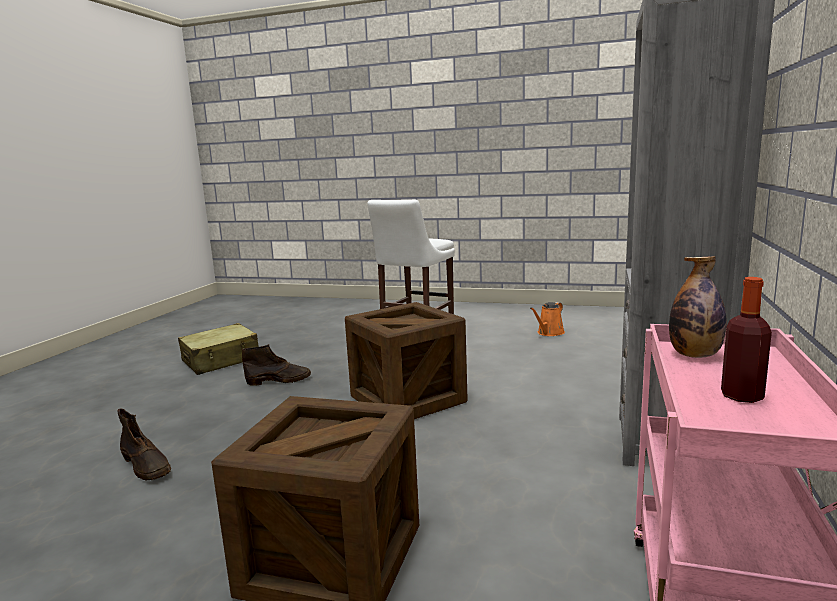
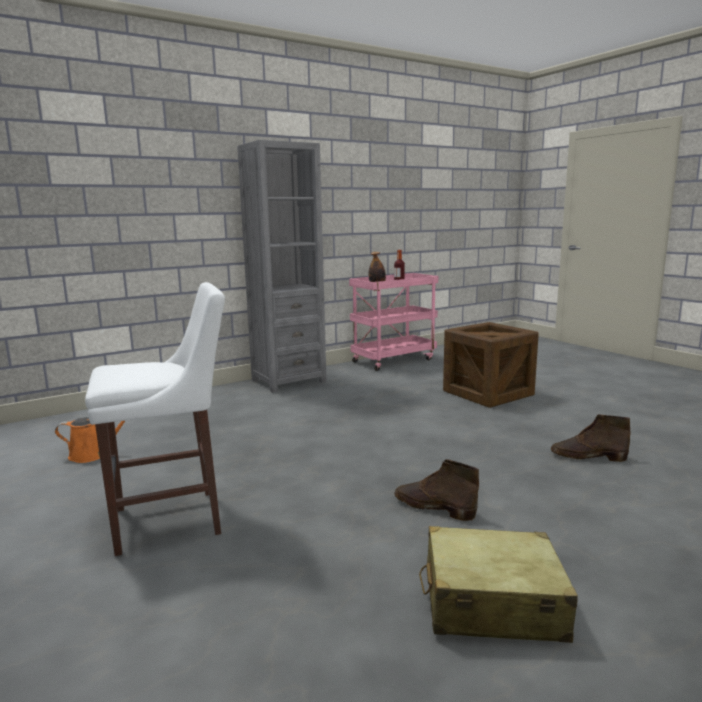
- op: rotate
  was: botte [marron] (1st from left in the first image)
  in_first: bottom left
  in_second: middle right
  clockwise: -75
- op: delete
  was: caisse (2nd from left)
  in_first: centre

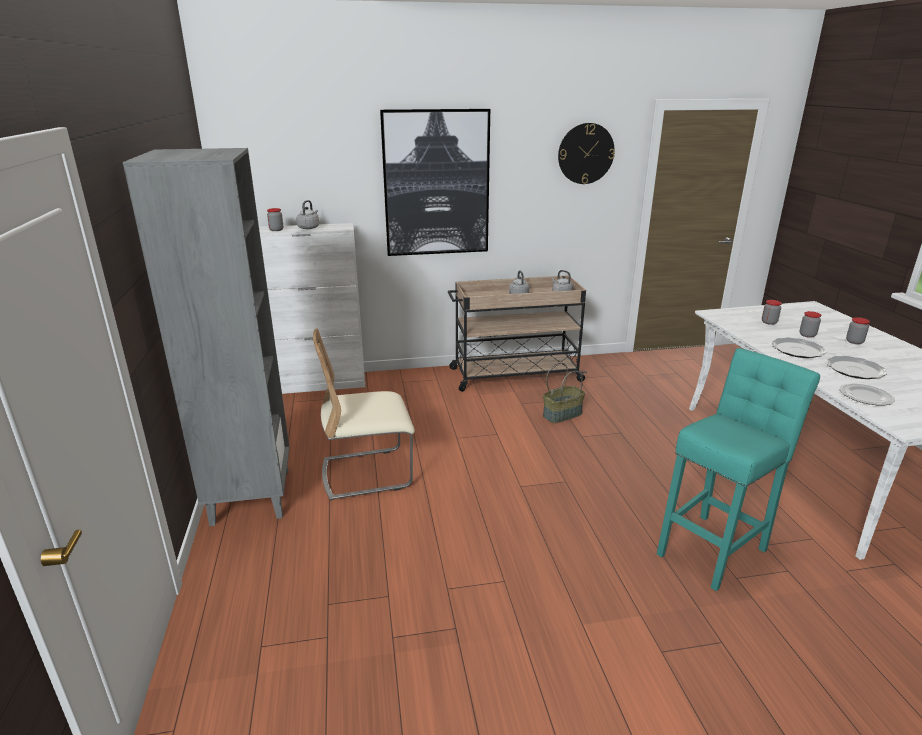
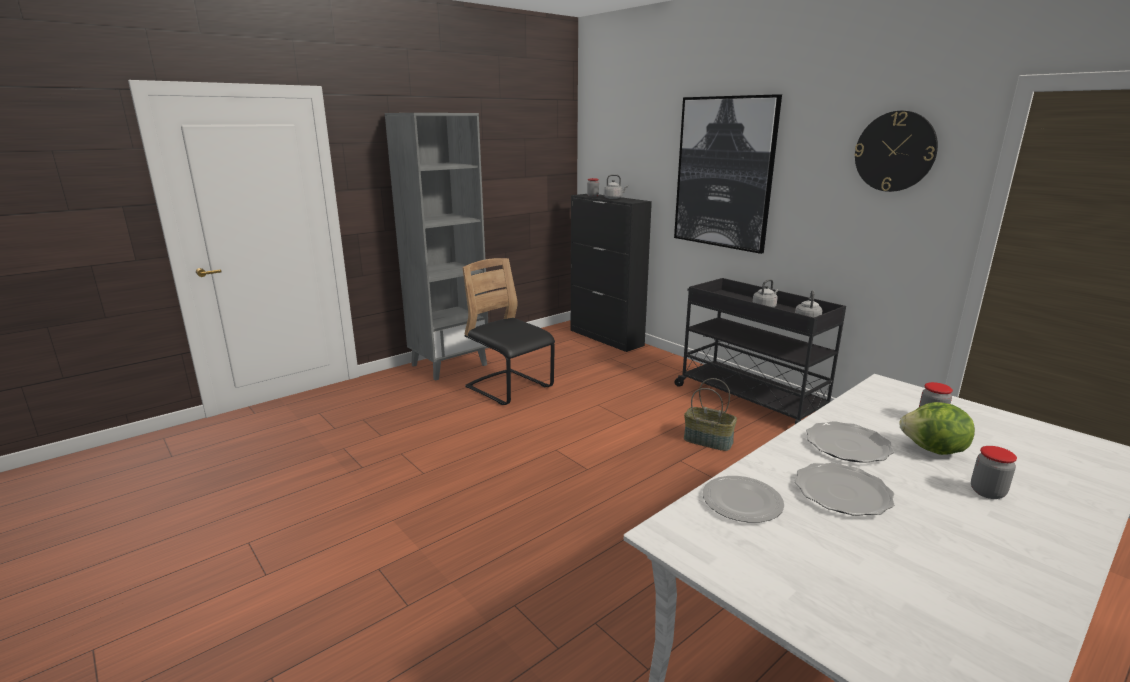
- op: recolor
  was: meuble de rangement [blanc]
  now: meuble de rangement [noir]
  in_first: centre
  in_second: centre
- op: recolor
  was: chaise [beige]
  now: chaise [noir]
  in_first: centre
  in_second: centre
- op: recolor
  was: chariot [beige]
  now: chariot [noir]
  in_first: centre
  in_second: middle right
- op: delete
  was: tabouret [turquoise]
  in_first: middle right
- op: replace
  was: bocal (3rd from left)
  now: laitue
  in_first: middle right
  in_second: middle right

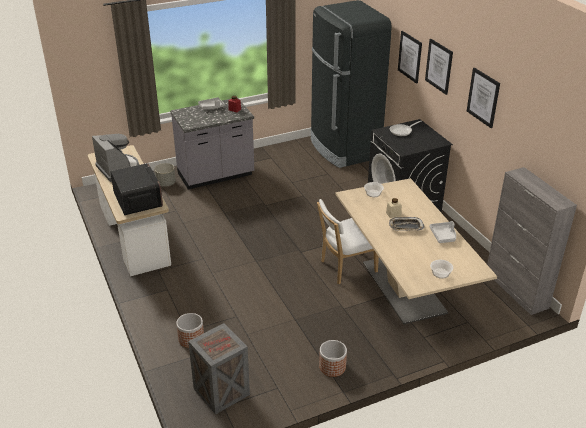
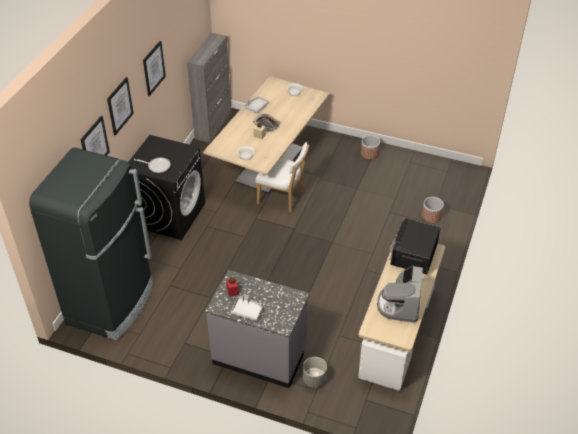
- op: delete
  was: caisse
  in_first: bottom centre

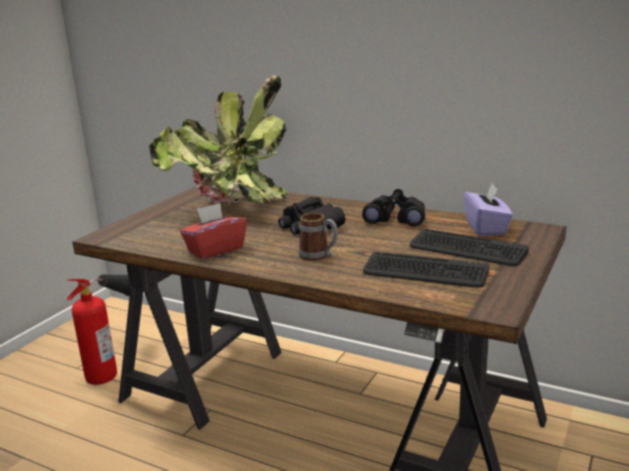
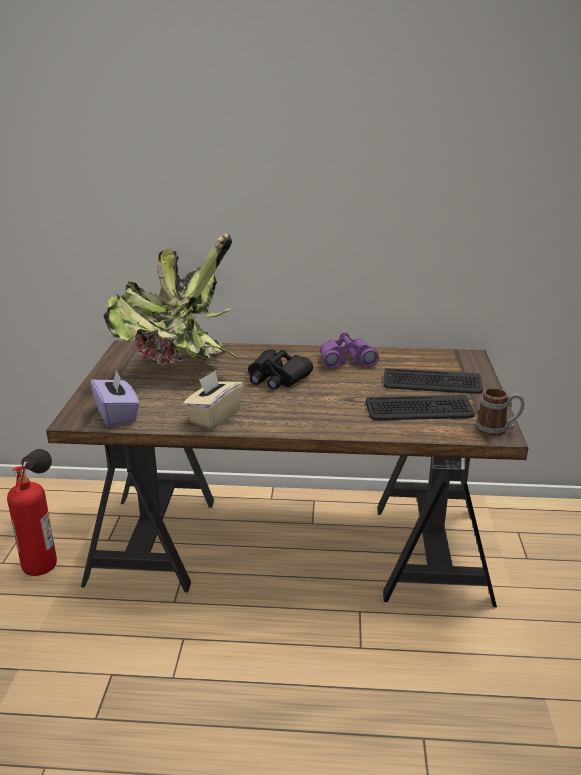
- op: recolor
  was: boîte à mouchoirs [rouge]
  now: boîte à mouchoirs [beige]
  in_first: centre
  in_second: centre
- op: move
  was: mug
  in_first: centre
  in_second: middle right
- op: recolor
  was: jumelles [noir] (2nd from left)
  now: jumelles [violet]
  in_first: centre
  in_second: centre
- op: move
  was: boîte à mouchoirs [violet]
  in_first: middle right
  in_second: middle left

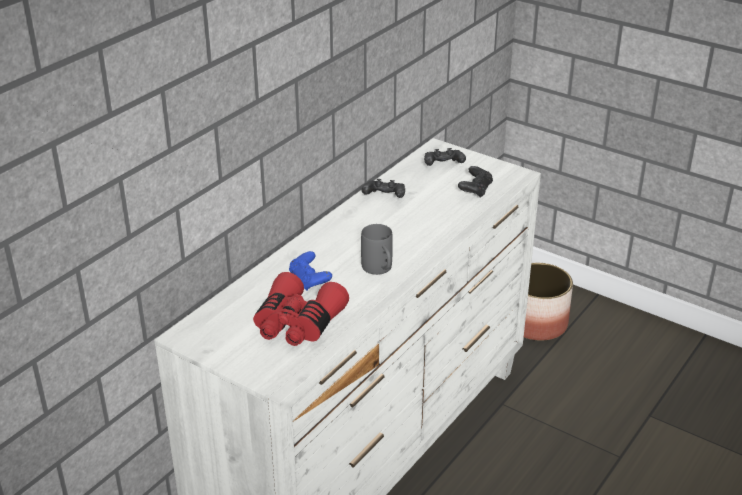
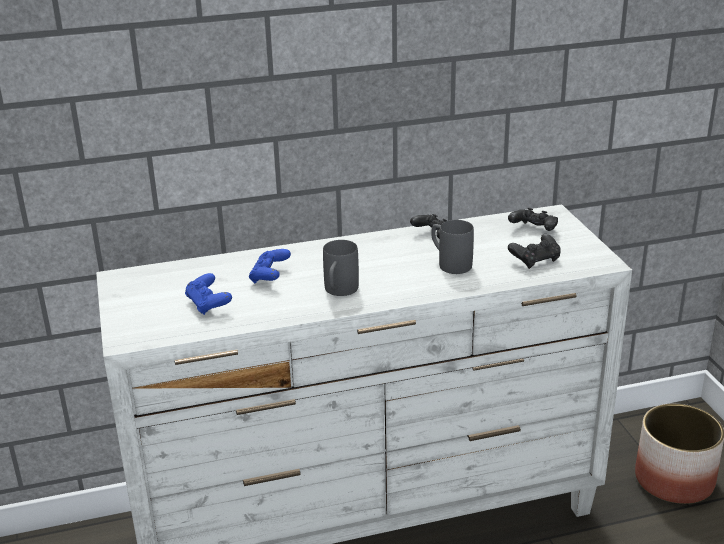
- op: replace
  was: jumelles [rouge]
  now: manette [bleu] (1st from left)
  in_first: centre
  in_second: middle left
- op: insert
  now: mug [gris] (2nd from left)
  in_second: centre

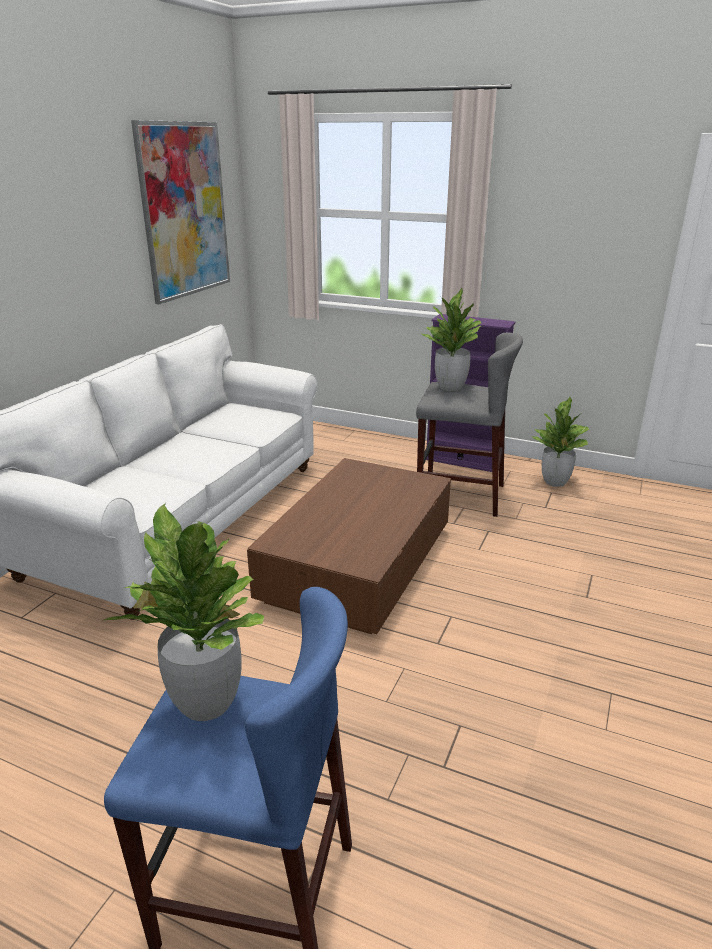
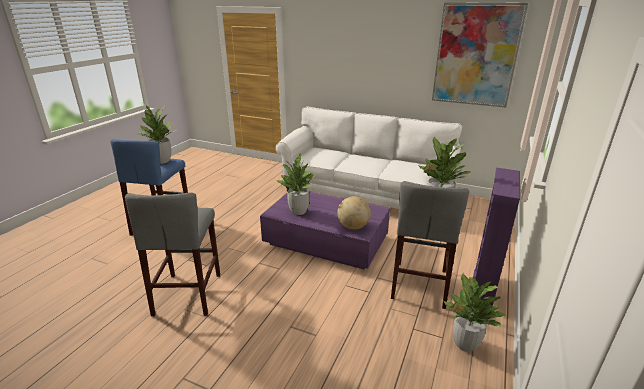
- op: recolor
  was: table basse [marron]
  now: table basse [violet]
  in_first: centre
  in_second: centre
- op: insert
  now: tabouret [gris] (1st from left)
  in_second: middle left
- op: insert
  now: plante en pot (2nd from left)
  in_second: centre
- op: insert
  now: globe
  in_second: centre

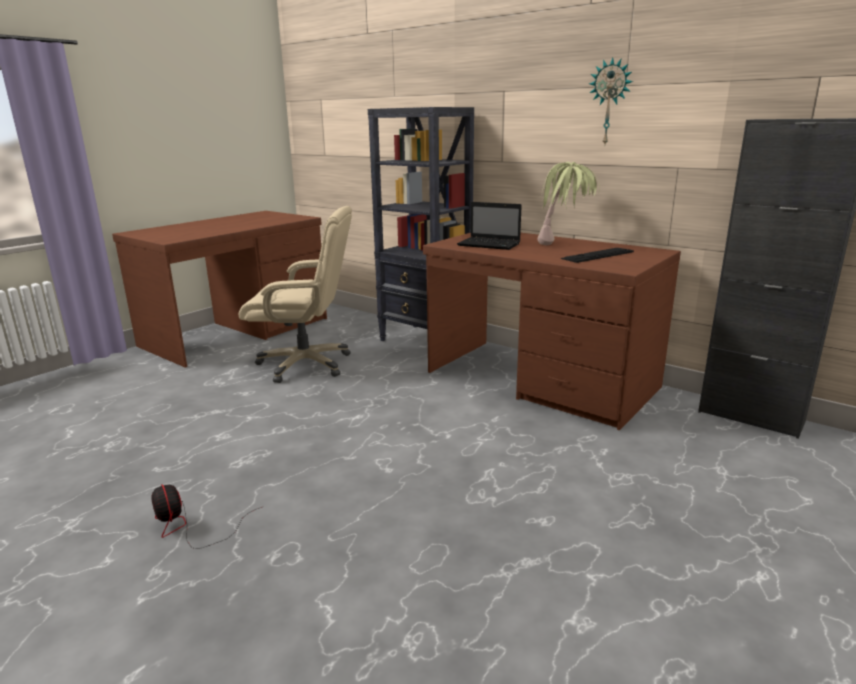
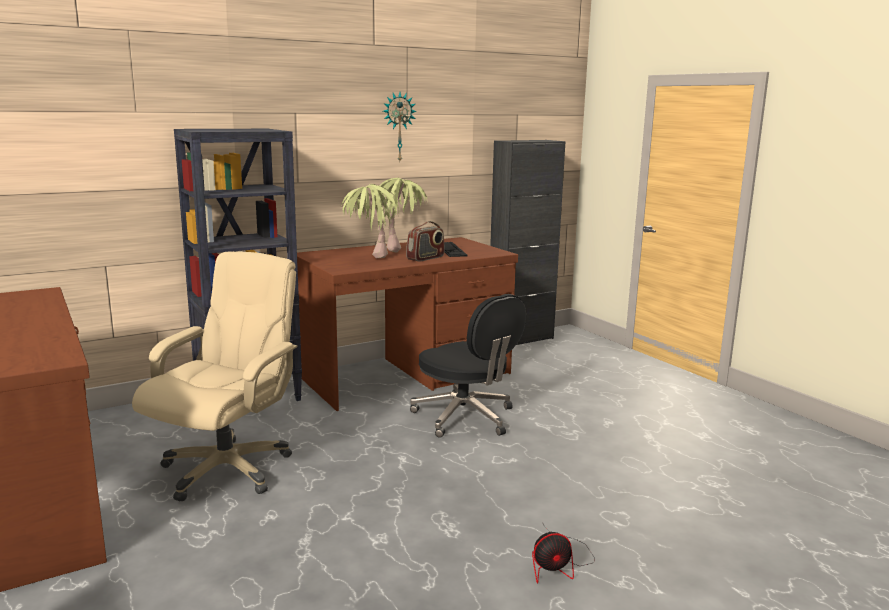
- op: replace
  was: ordinateur portable
  now: plante en pot (1st from left)
  in_first: top centre
  in_second: centre
- op: insert
  now: radio
  in_second: centre
- op: insert
  now: chaise de bureau [noir]
  in_second: centre

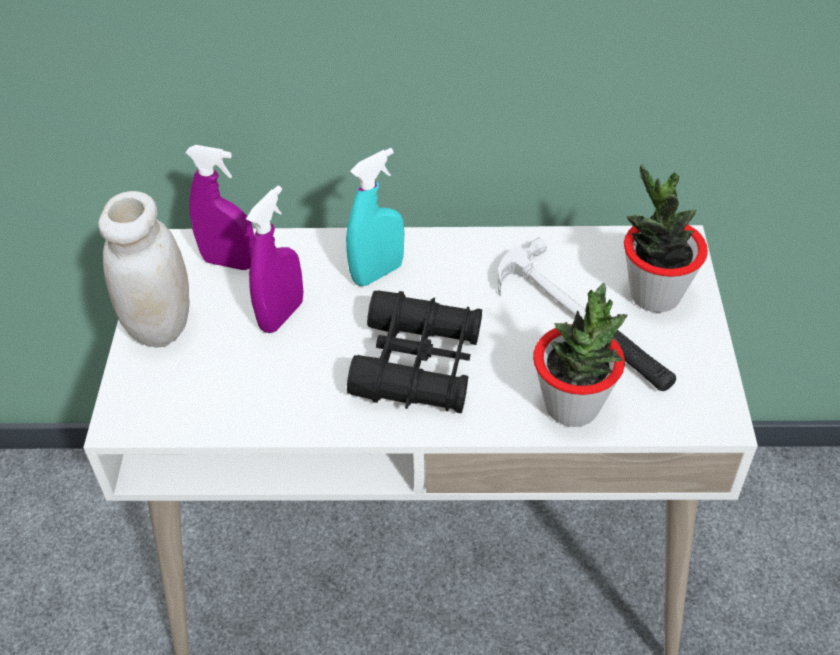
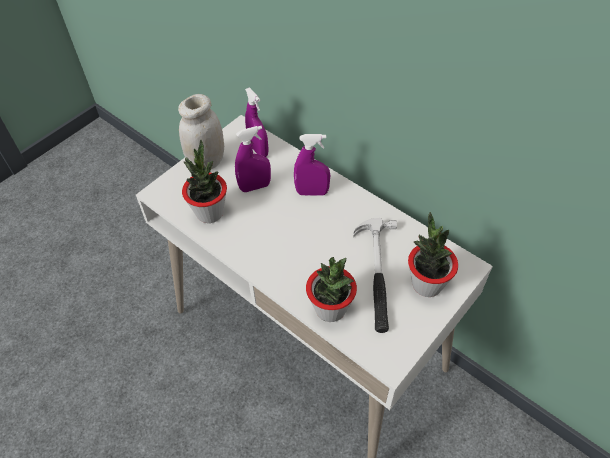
- op: recolor
  was: vaporisateur [turquoise]
  now: vaporisateur [violet] (3rd from left)
  in_first: top centre
  in_second: centre
- op: delete
  was: jumelles [noir]
  in_first: centre
- op: insert
  now: plante en pot (1st from left)
  in_second: centre

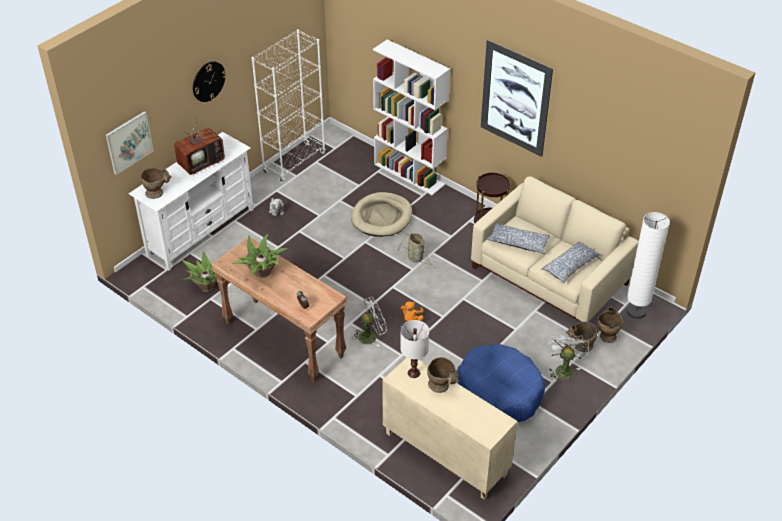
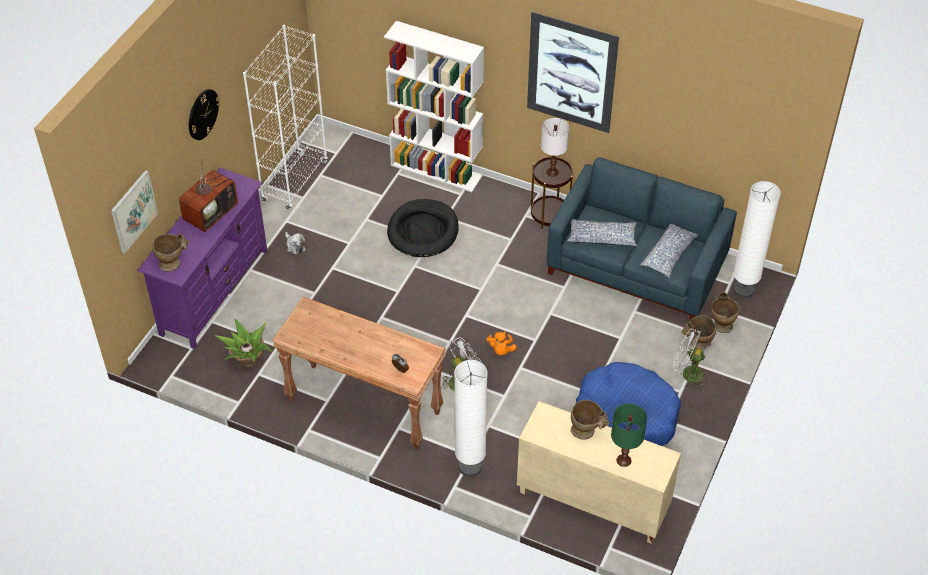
- op: recolor
  was: meuble télé [blanc]
  now: meuble télé [violet]
  in_first: middle left
  in_second: middle left
- op: delete
  was: plante en pot (2nd from left)
  in_first: middle left
- op: recolor
  was: panier pour chien [beige]
  now: panier pour chien [noir]
  in_first: centre
  in_second: centre
- op: delete
  was: panier
  in_first: centre
- op: move
  was: lampe de table [blanc]
  in_first: bottom centre
  in_second: top centre
- op: recolor
  was: canapé [beige]
  now: canapé [bleu]
  in_first: middle right
  in_second: middle right
- op: rotate
  was: ventilateur [blanc] (2nd from left)
  in_first: bottom right
  in_second: middle right
  clockwise: -60
- op: insert
  now: lampadaire [blanc] (1st from left)
  in_second: bottom centre
- op: insert
  now: lampe de table [vert]
  in_second: bottom right

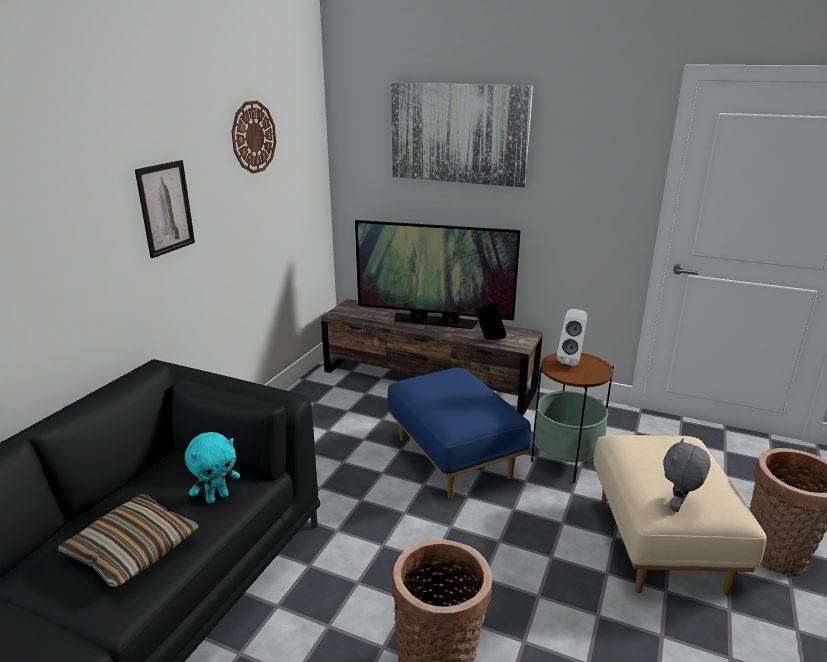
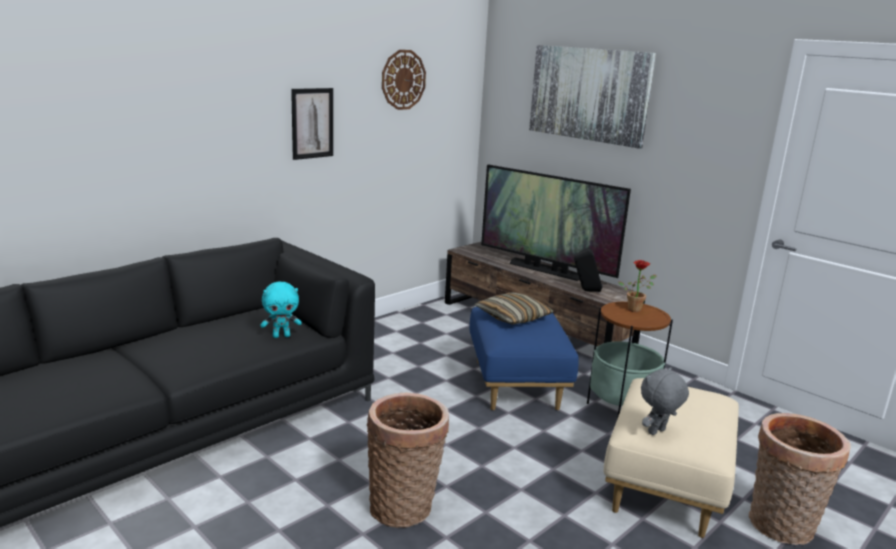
- op: move
  was: coussin
  in_first: bottom left
  in_second: centre
- op: replace
  was: enceinte [blanc]
  now: plante en pot
  in_first: middle right
  in_second: middle right

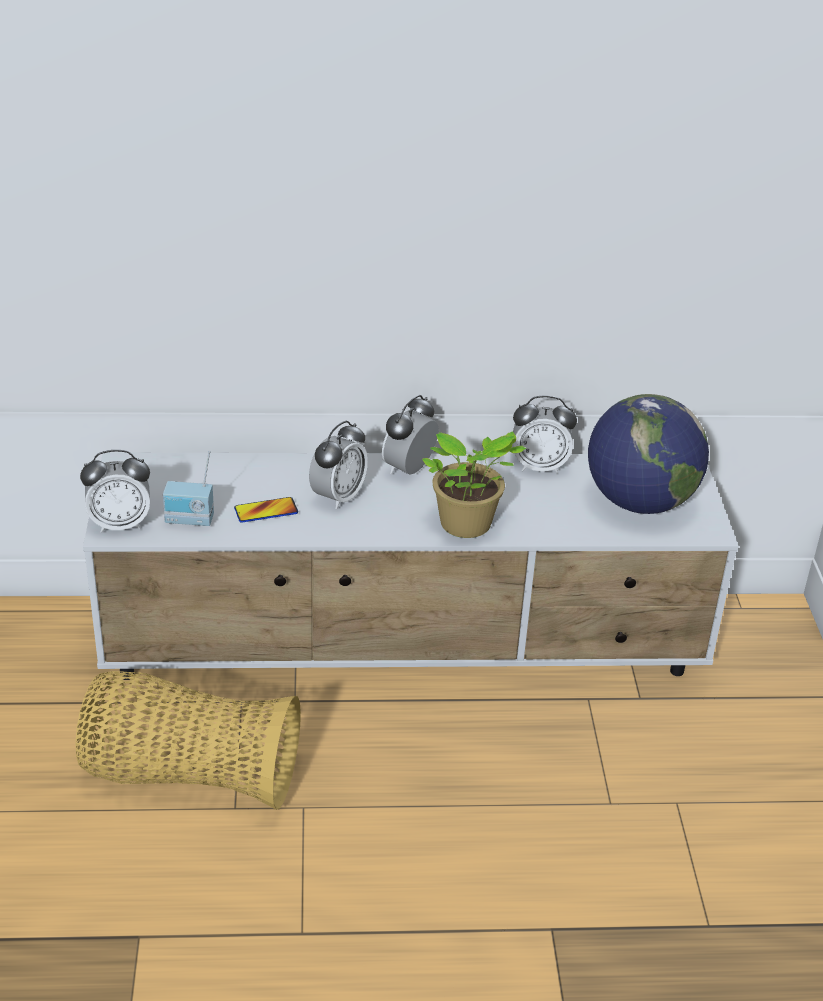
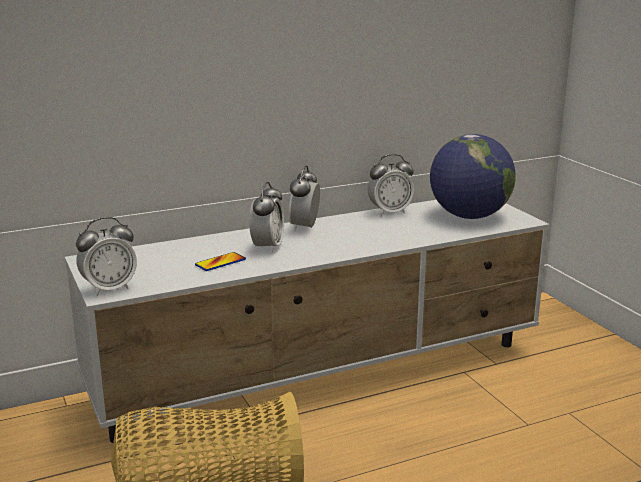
- op: delete
  was: radio
  in_first: middle left
- op: delete
  was: plante en pot
  in_first: centre

